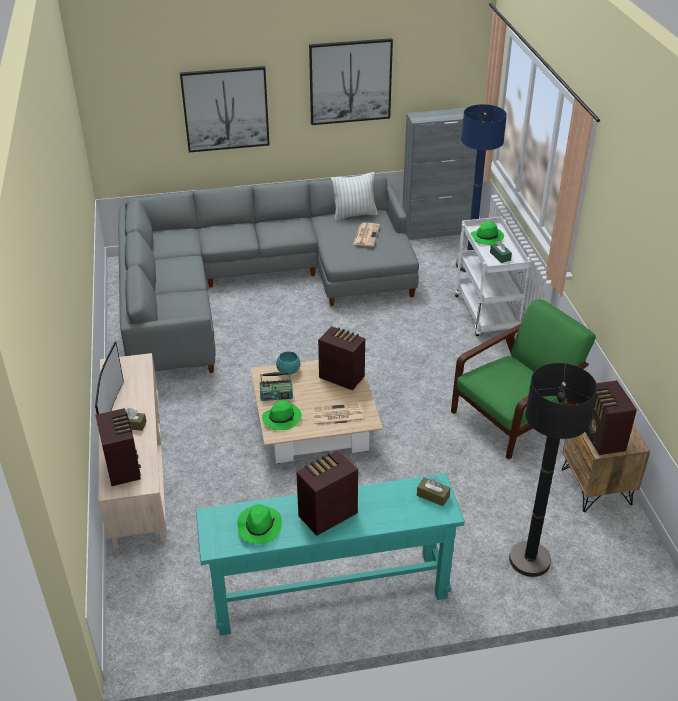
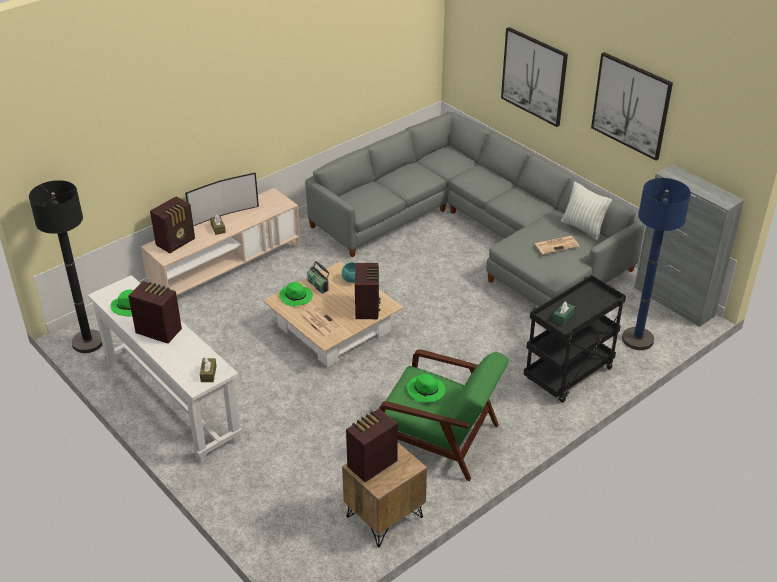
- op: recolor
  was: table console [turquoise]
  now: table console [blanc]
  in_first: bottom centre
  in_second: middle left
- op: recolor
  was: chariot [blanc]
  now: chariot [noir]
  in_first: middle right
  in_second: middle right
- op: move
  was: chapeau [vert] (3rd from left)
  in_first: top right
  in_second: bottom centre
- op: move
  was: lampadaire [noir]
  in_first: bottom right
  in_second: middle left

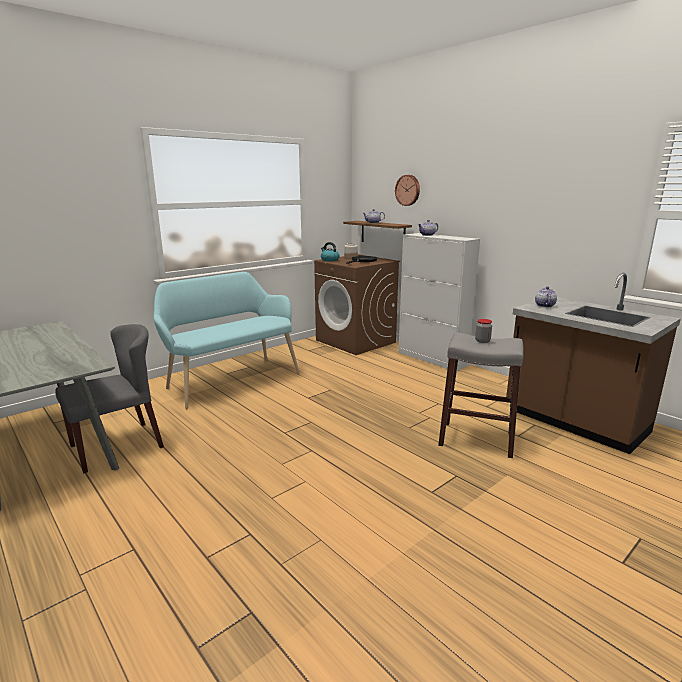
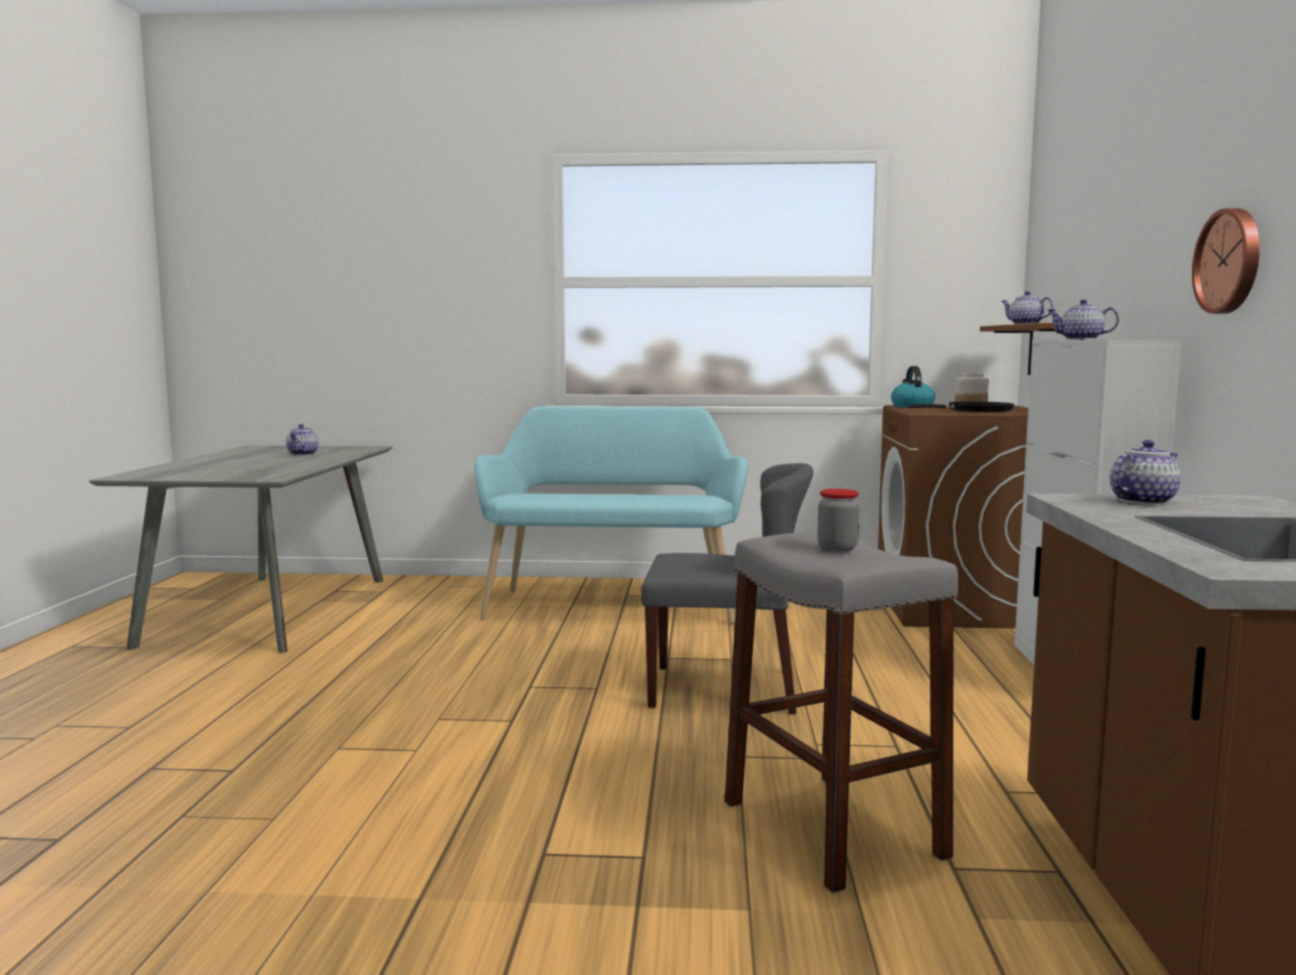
- op: move
  was: chaise [gris]
  in_first: middle left
  in_second: centre
- op: move
  was: horloge murale
  in_first: top centre
  in_second: top right
- op: insert
  now: théière (1st from left)
  in_second: middle left

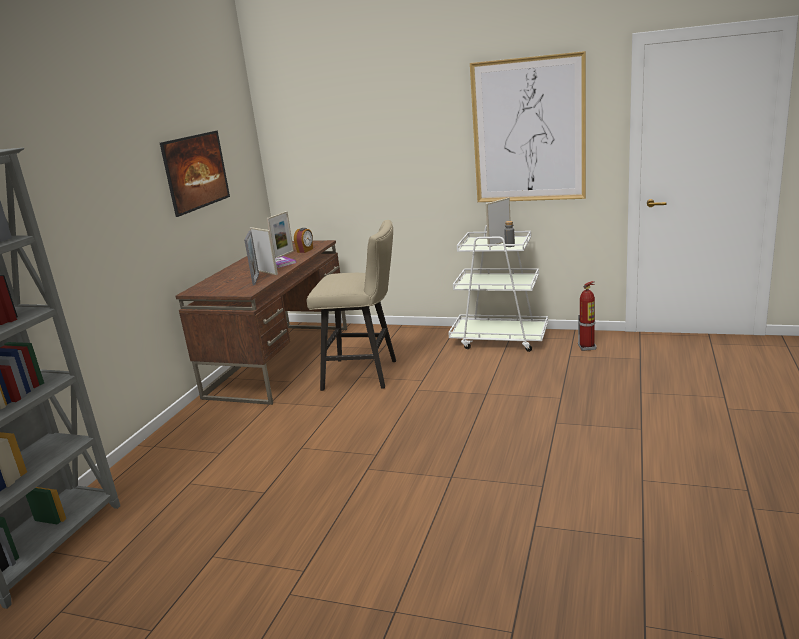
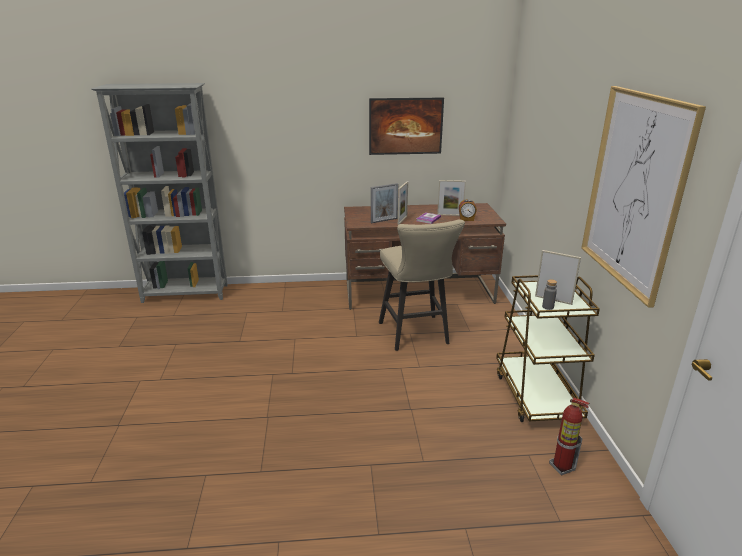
- op: recolor
  was: chariot [blanc]
  now: chariot [marron]
  in_first: centre
  in_second: middle right

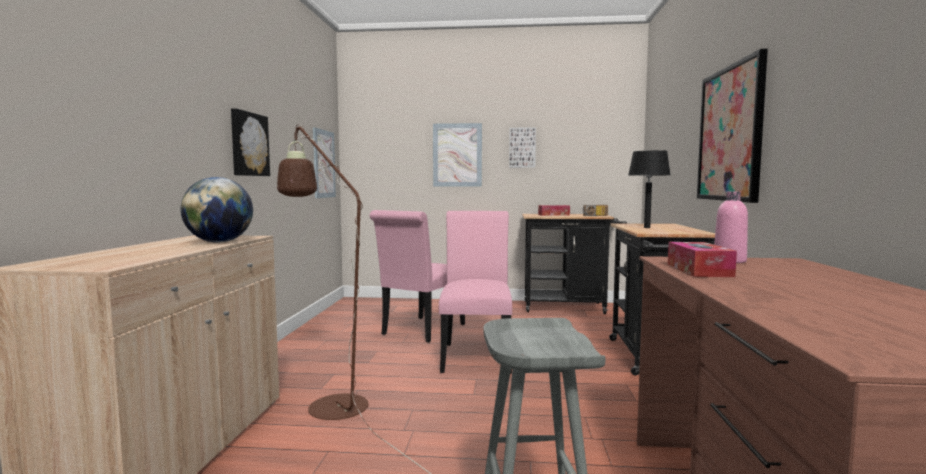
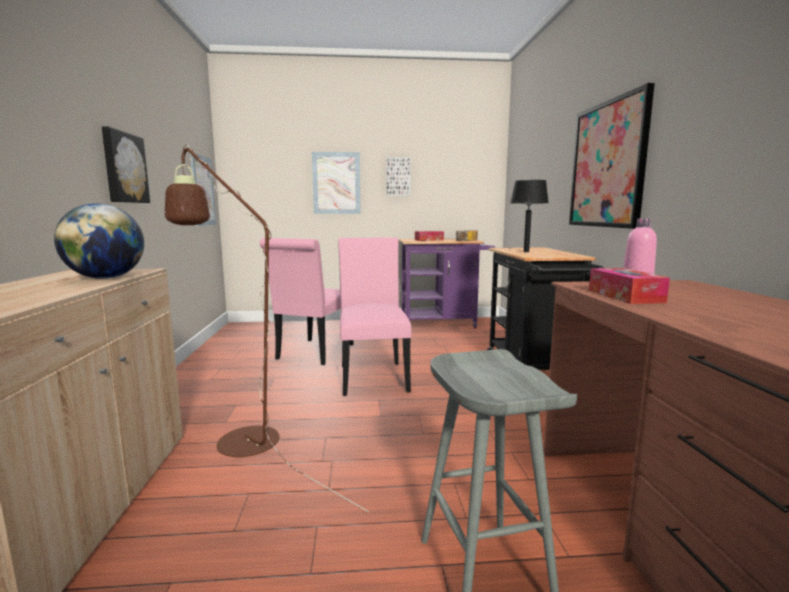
- op: recolor
  was: chariot [noir] (1st from left)
  now: chariot [violet]
  in_first: centre
  in_second: centre

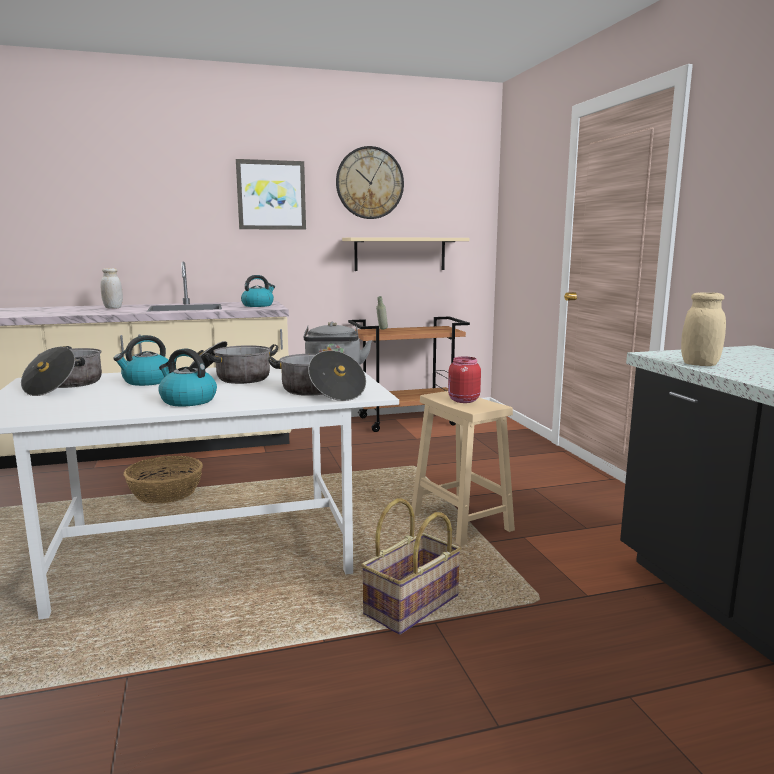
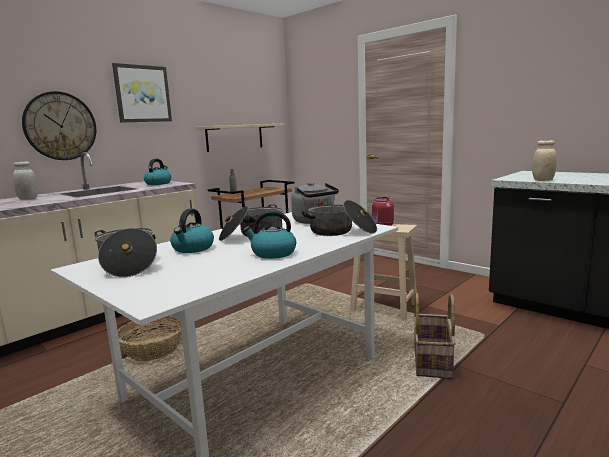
- op: move
  was: horloge murale
  in_first: top centre
  in_second: top left

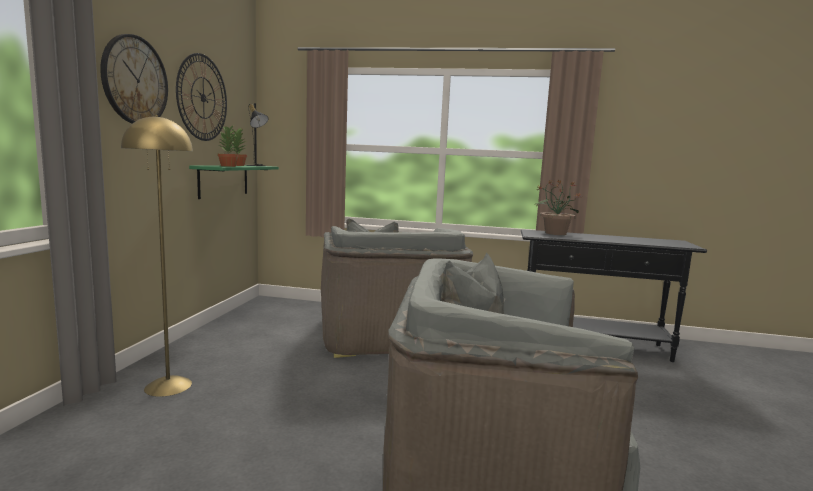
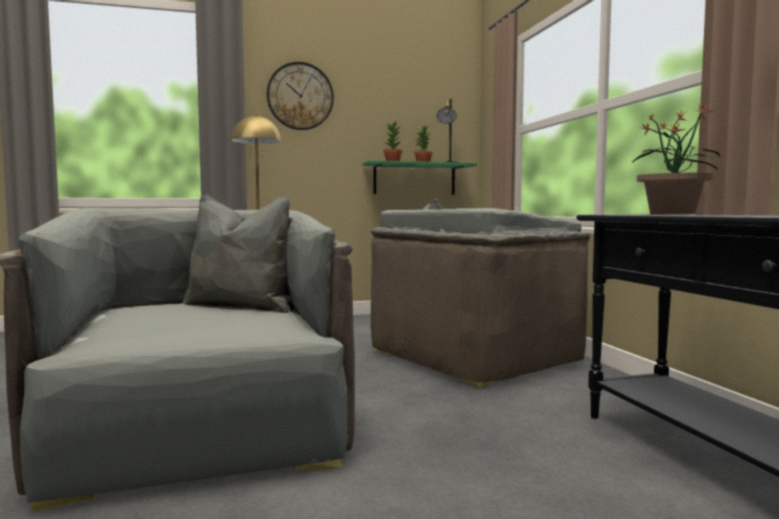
- op: delete
  was: horloge murale (2nd from left)
  in_first: top left

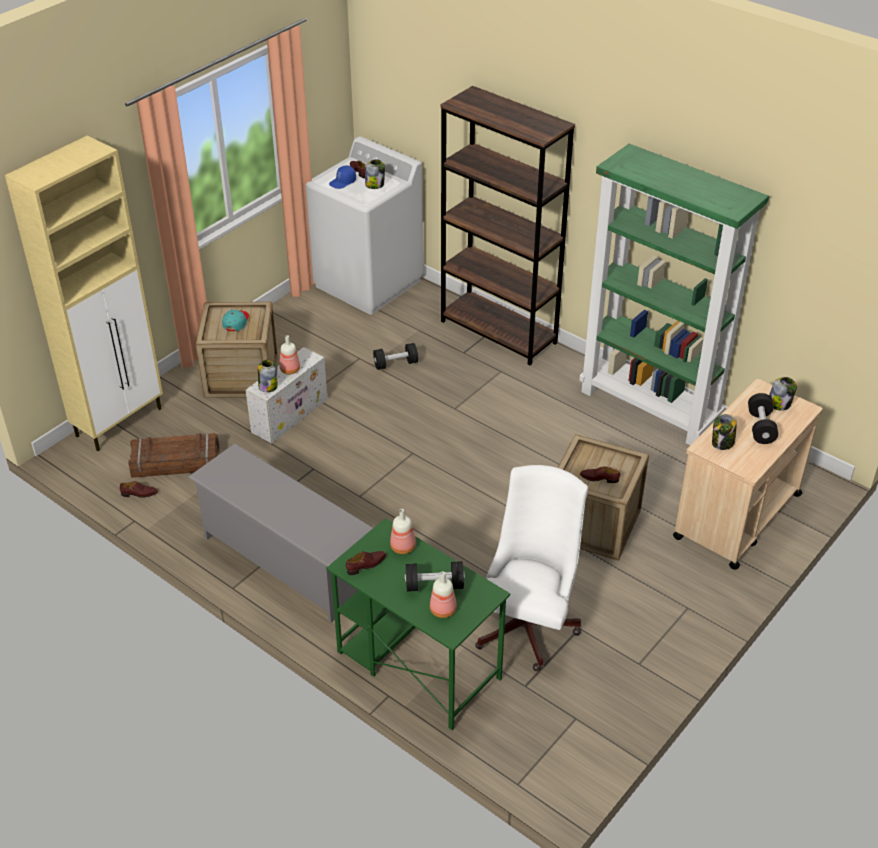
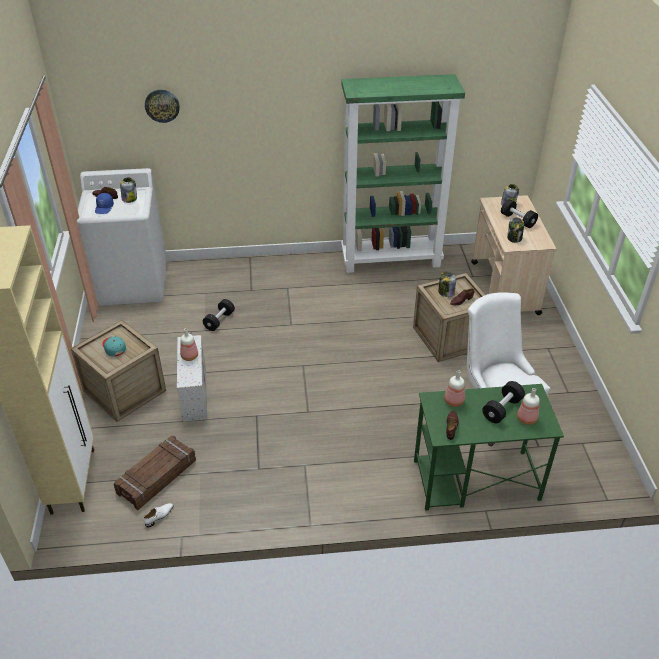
- op: recolor
  was: chaussure [marron] (1st from left)
  now: chaussure [blanc]
  in_first: middle left
  in_second: bottom left
- op: delete
  was: étagère à chaussures [gris]
  in_first: middle left
- op: move
  was: bocal (1st from left in the first image)
  now: bocal (2nd from left)
  in_first: middle left
  in_second: middle right
- op: delete
  was: bibliothèque [marron]
  in_first: top centre
- op: insert
  now: horloge murale
  in_second: top left

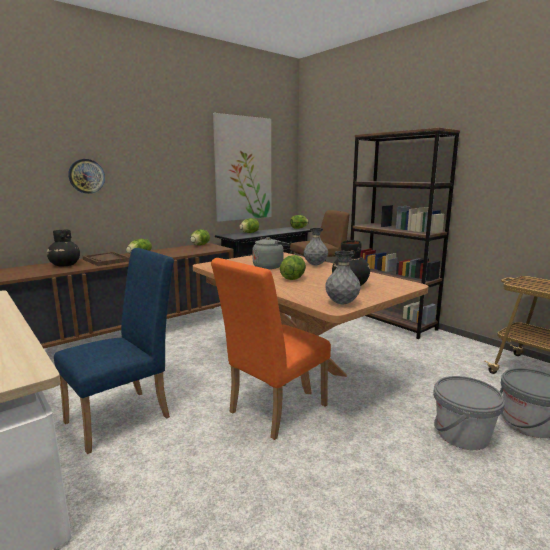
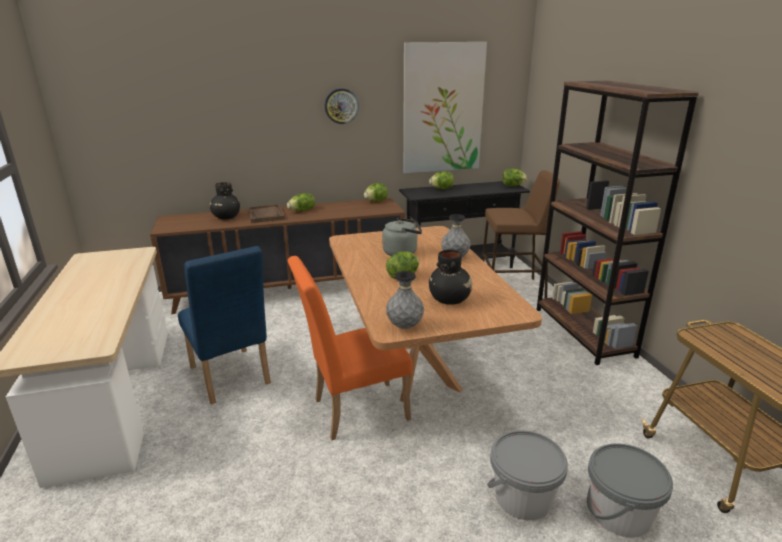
- op: rotate
  was: chaise [bleu]
  in_first: middle left
  in_second: middle left
  clockwise: 75
- op: move
  was: horloge murale
  in_first: top left
  in_second: top centre

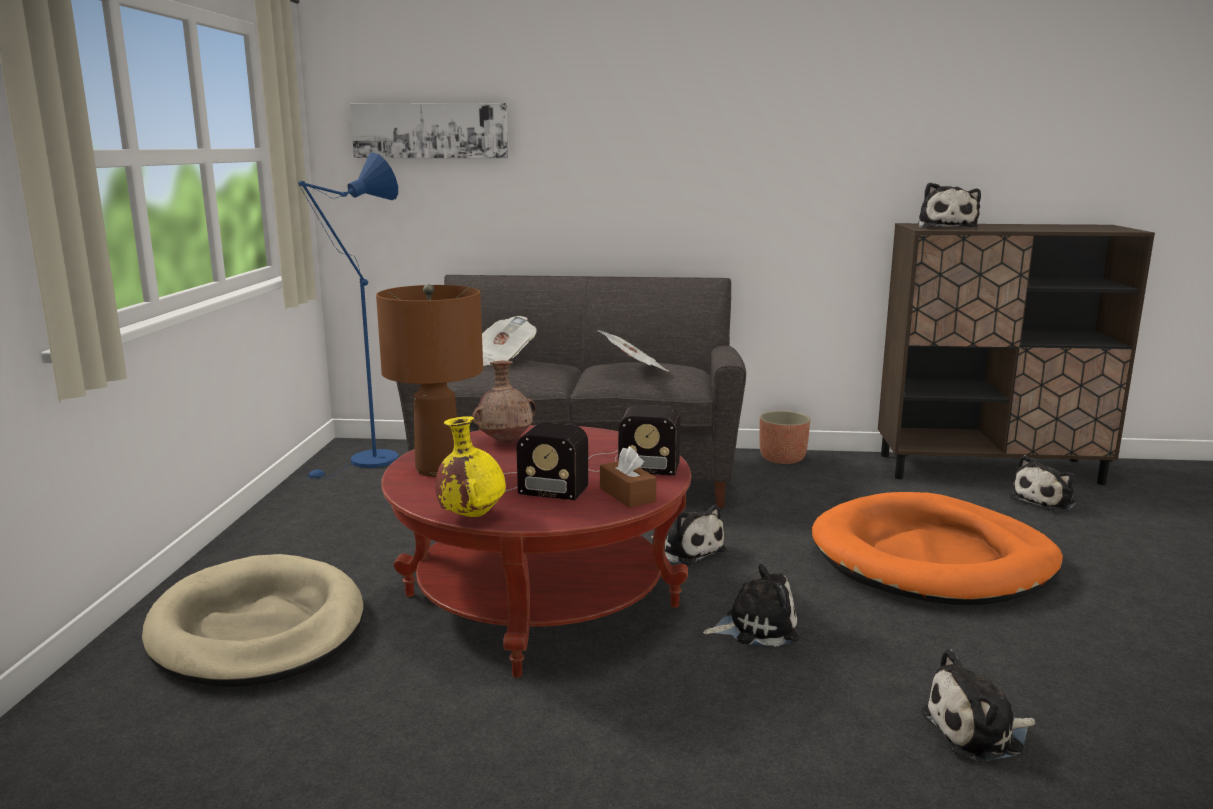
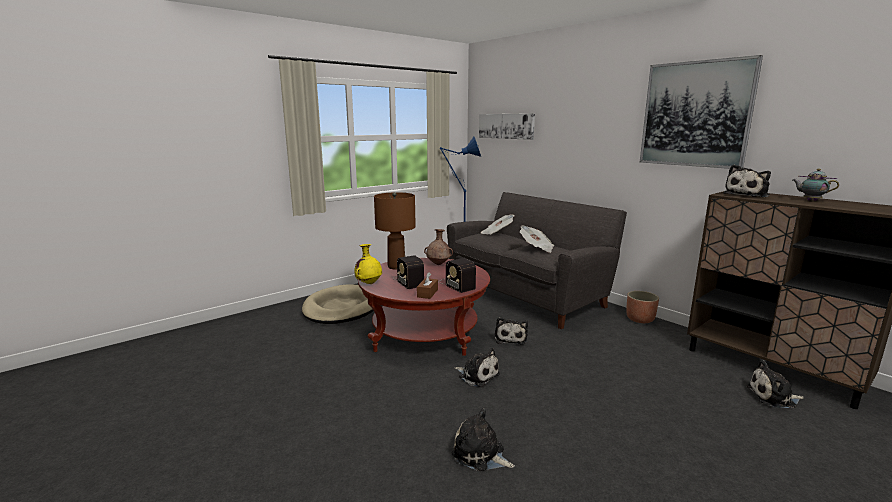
- op: delete
  was: panier pour chien [orange]
  in_first: bottom right
- op: insert
  now: tableau (2nd from left)
  in_second: top right
- op: insert
  now: théière
  in_second: middle right

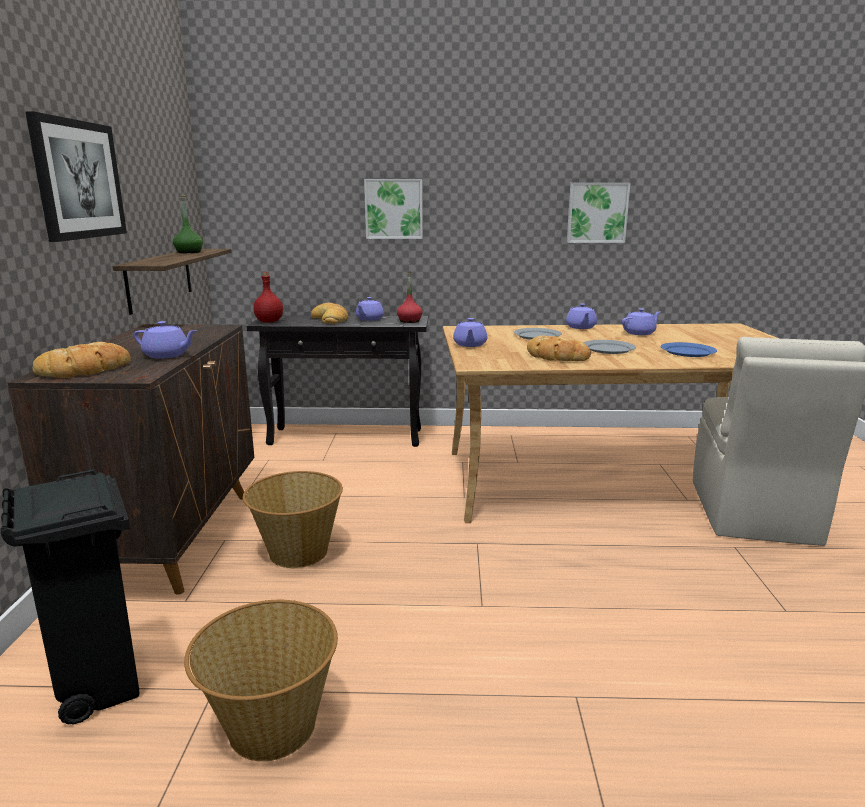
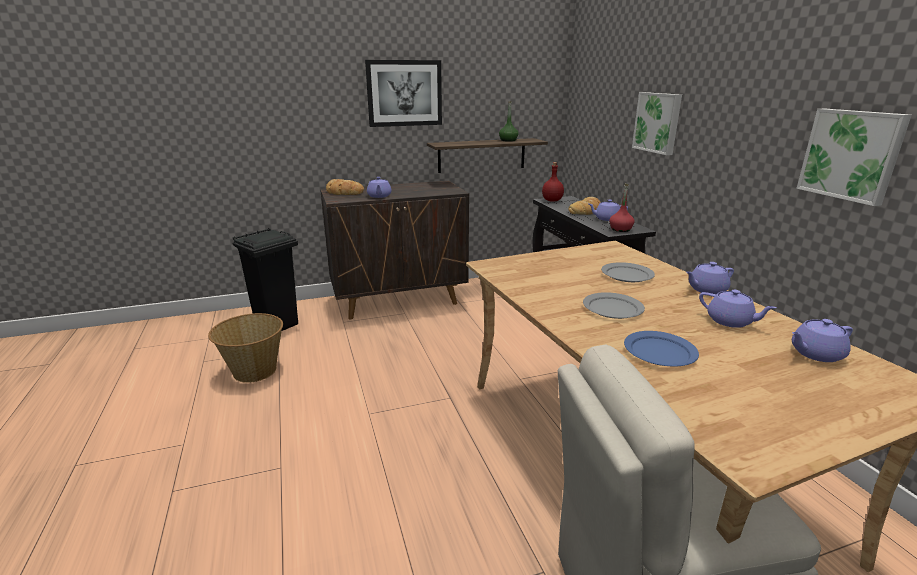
- op: delete
  was: panier (2nd from left)
  in_first: centre
- op: move
  was: théière [violet] (3rd from left in the first image)
  now: théière [violet] (5th from left)
  in_first: centre
  in_second: middle right
- op: delete
  was: pain (3rd from left)
  in_first: centre

